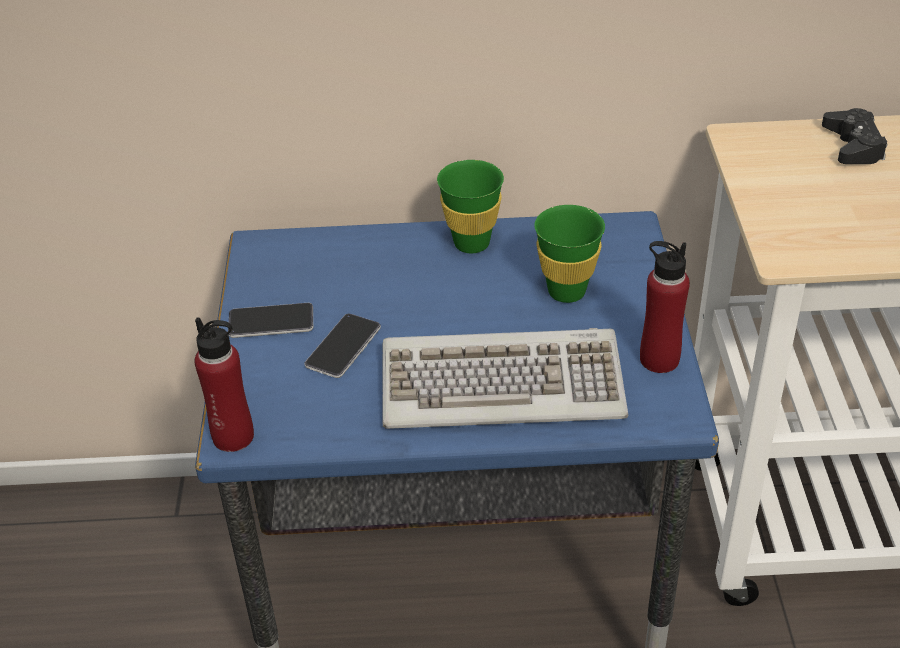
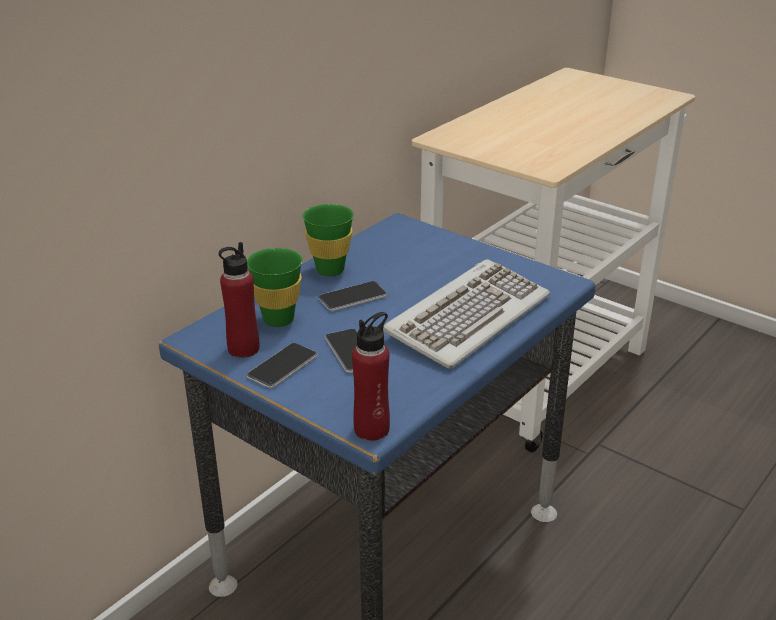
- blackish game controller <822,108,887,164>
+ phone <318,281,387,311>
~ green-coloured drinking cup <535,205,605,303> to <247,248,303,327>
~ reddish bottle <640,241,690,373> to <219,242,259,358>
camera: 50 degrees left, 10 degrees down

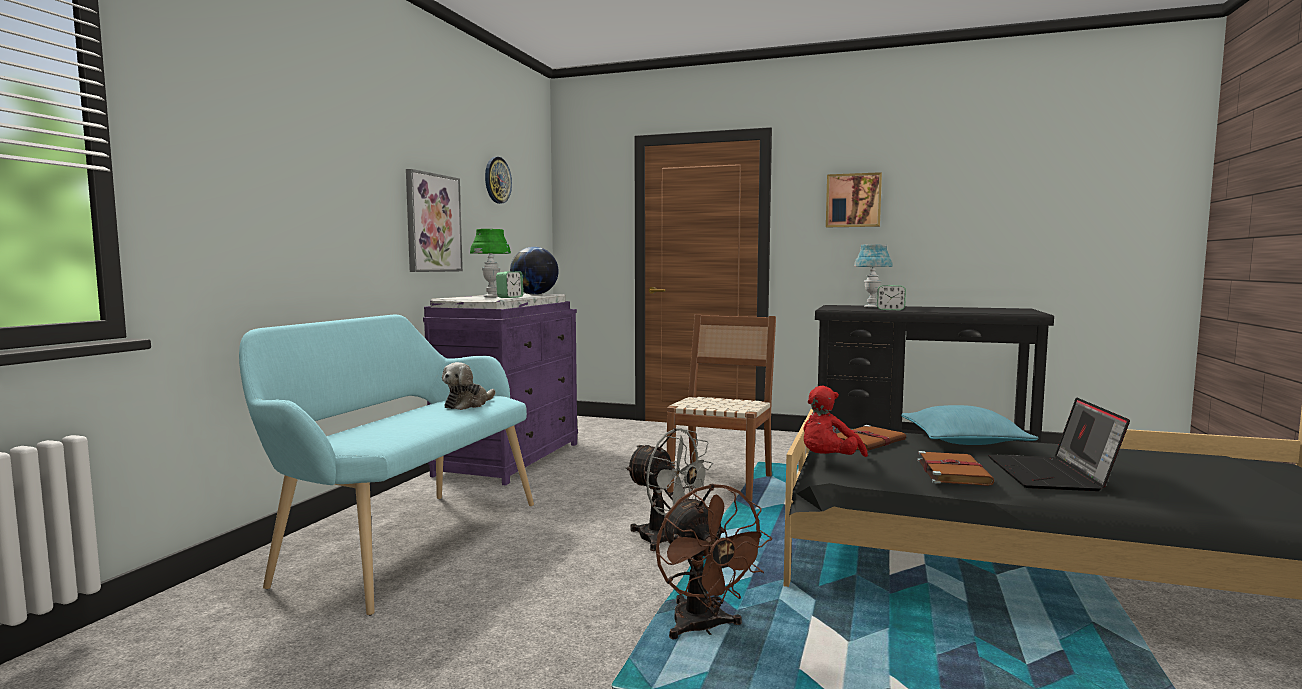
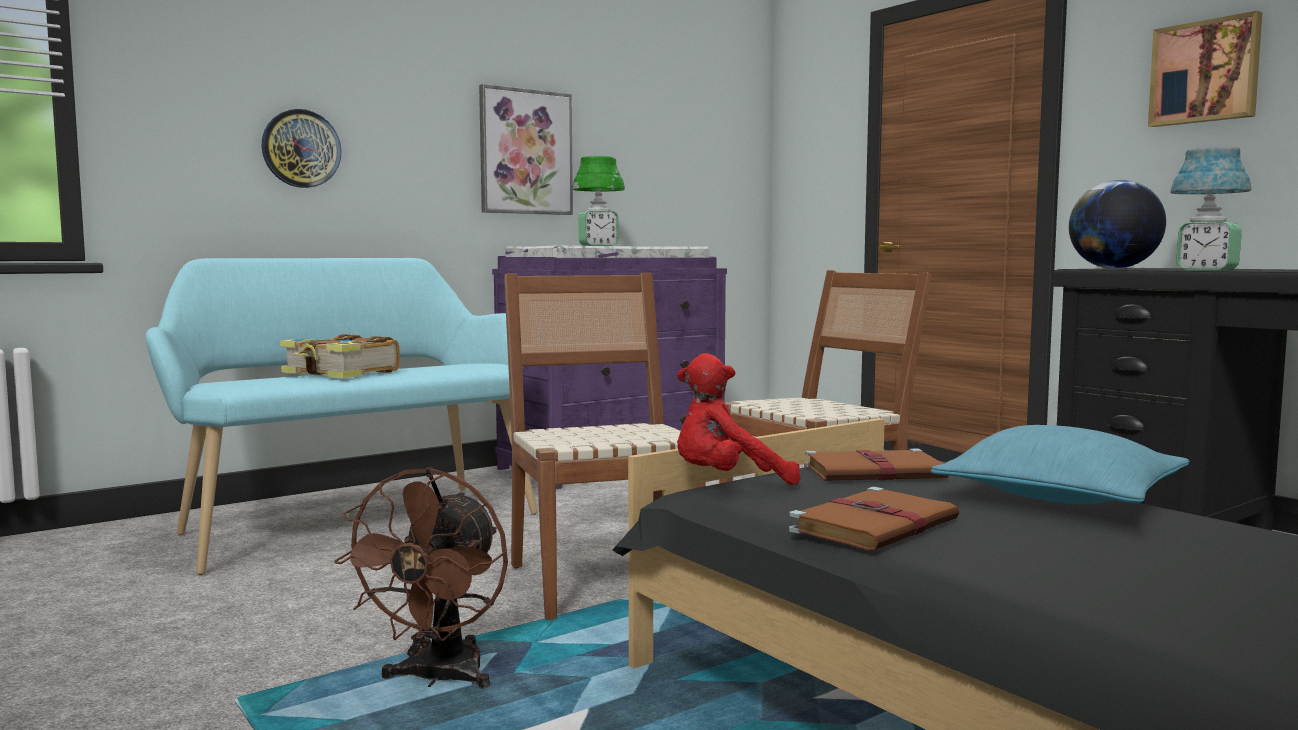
- cuddly toy <442,362,495,410>
- laptop <988,397,1130,491>
+ volume <280,334,400,379>
~ hanging clock <485,157,512,204> to <261,109,341,188>
~ globe <510,247,559,295> to <1069,180,1166,269>
~ greyish electric fan <625,428,713,551> to upright chair <504,273,706,620>
camera: 35 degrees right, 0 degrees up

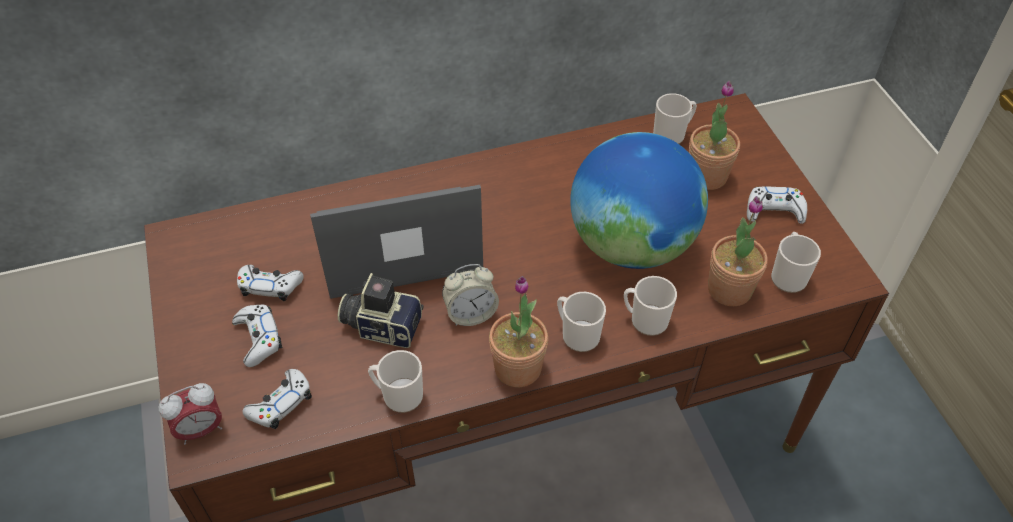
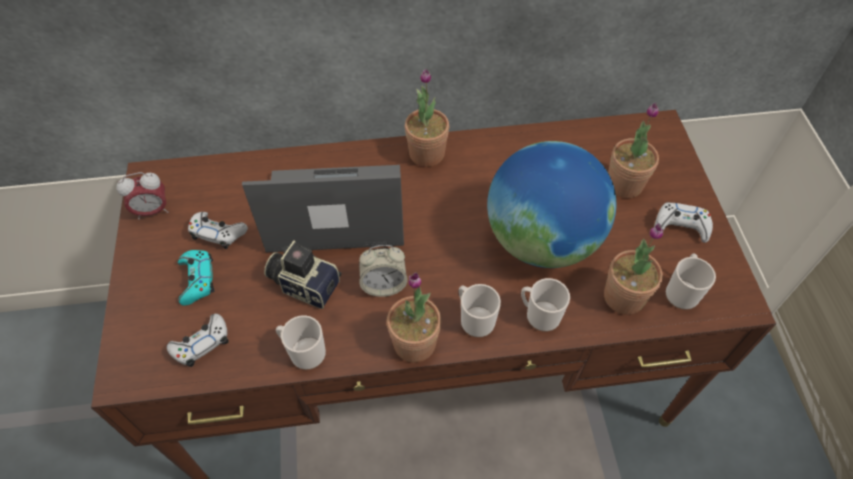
- mug <653,93,697,144>
+ potted plant <405,69,449,167>
~ bedside clock <158,383,222,445> to <116,172,168,220>
~ whitish game controller <232,305,282,367> to blue-green game controller <178,250,215,306>
camera: 10 degrees right, 5 degrees up

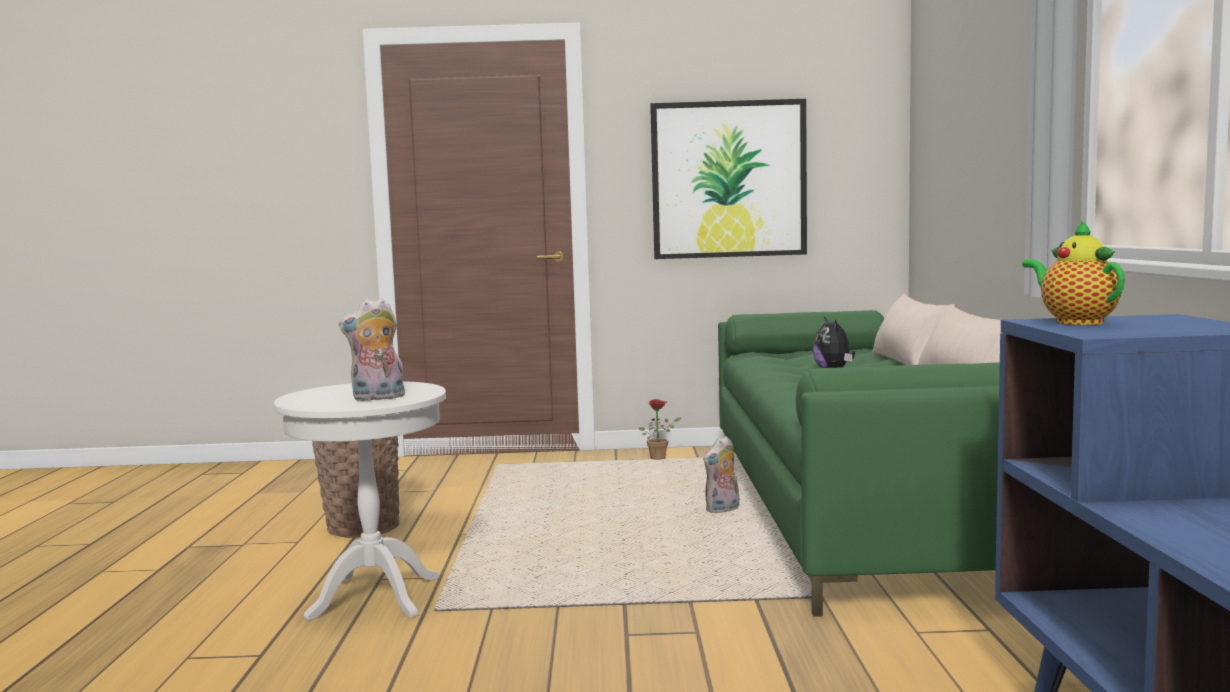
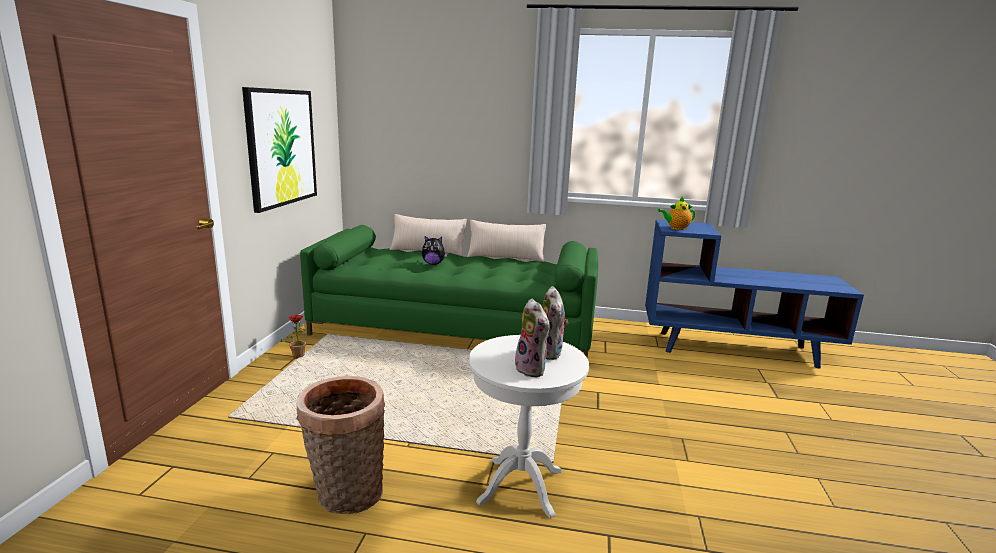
~ cuddly toy <703,436,739,513> to <515,299,550,377>
camera: 80 degrees left, 10 degrees up

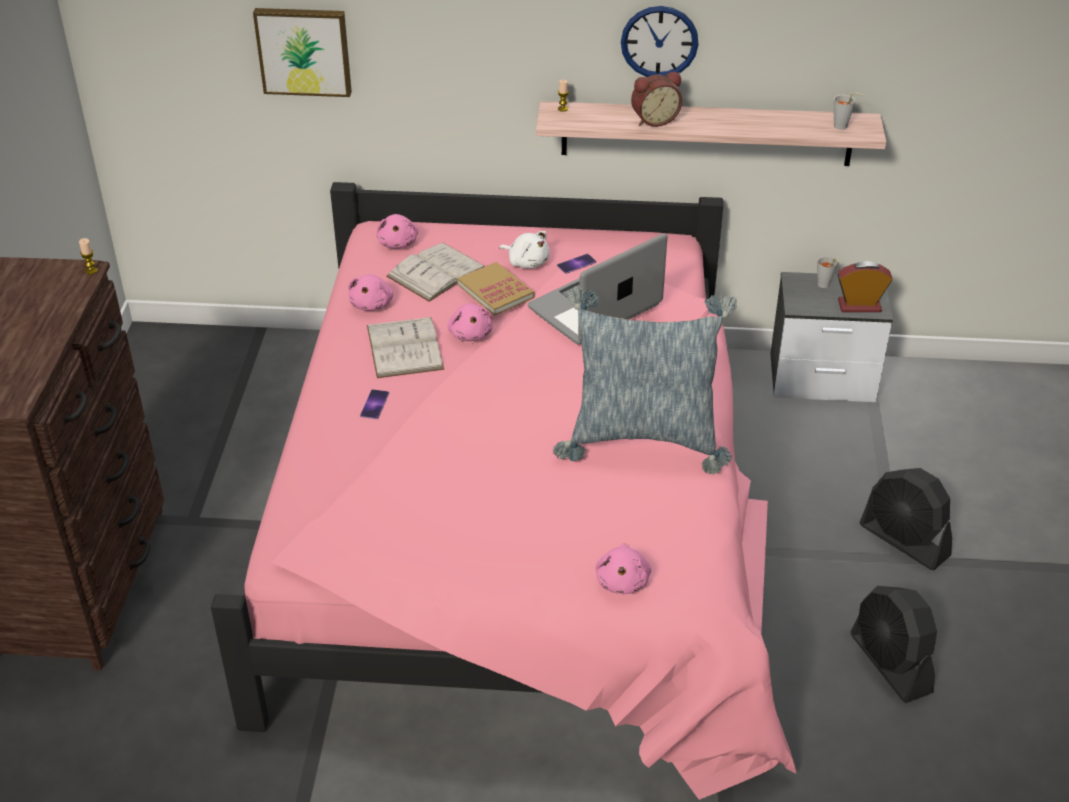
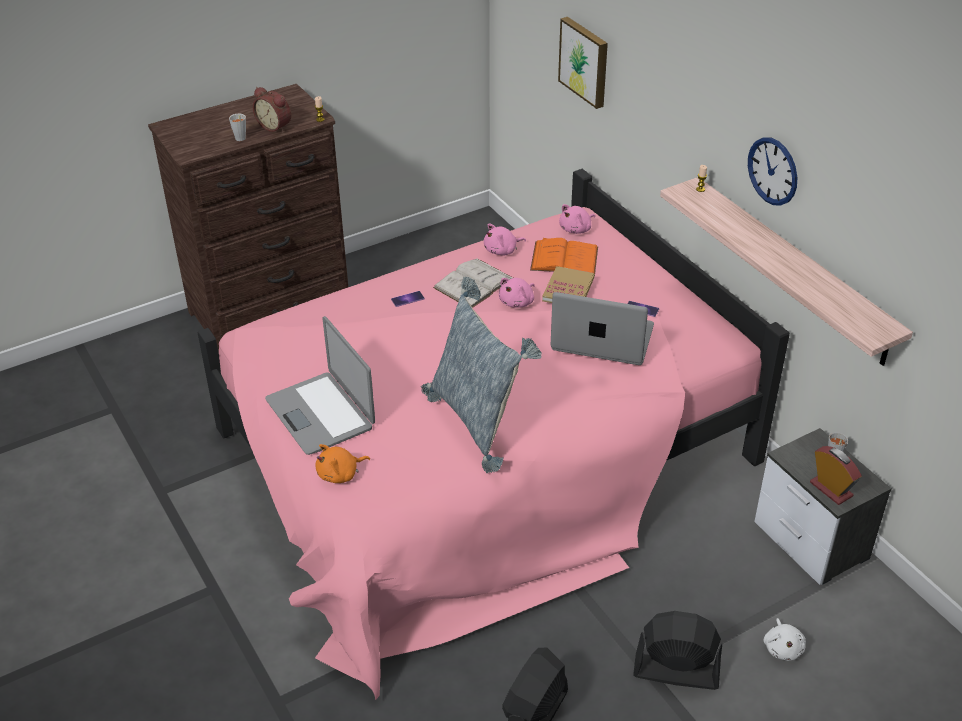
+ laptop <265,316,375,455>
~ whitish cuddly toy <499,231,549,269> to <763,618,806,661>
~ bedside clock <631,72,682,127> to <253,87,291,133>
~ greyish drinking cup <834,93,864,130> to <229,114,246,141>
~ whitish volume <386,243,485,302> to orange volume <530,238,598,276>
~ pink-coloured cuddly toy <595,543,651,594> to orange cuddly toy <316,444,370,483>
~ blackish electric fan <859,468,952,570> = <633,611,722,690> 90 degrees clockwise
camera: 55 degrees right, 0 degrees up

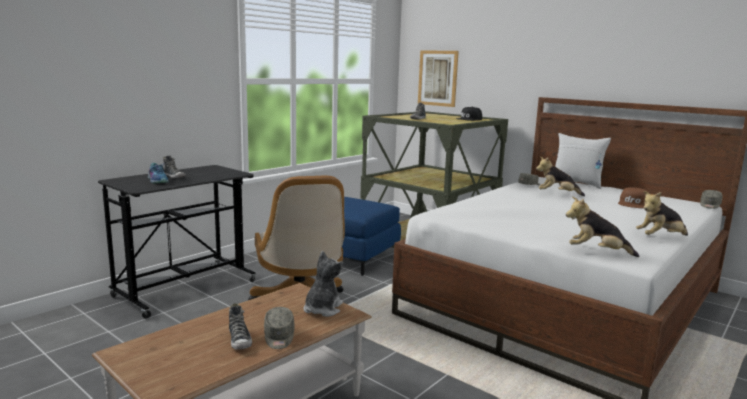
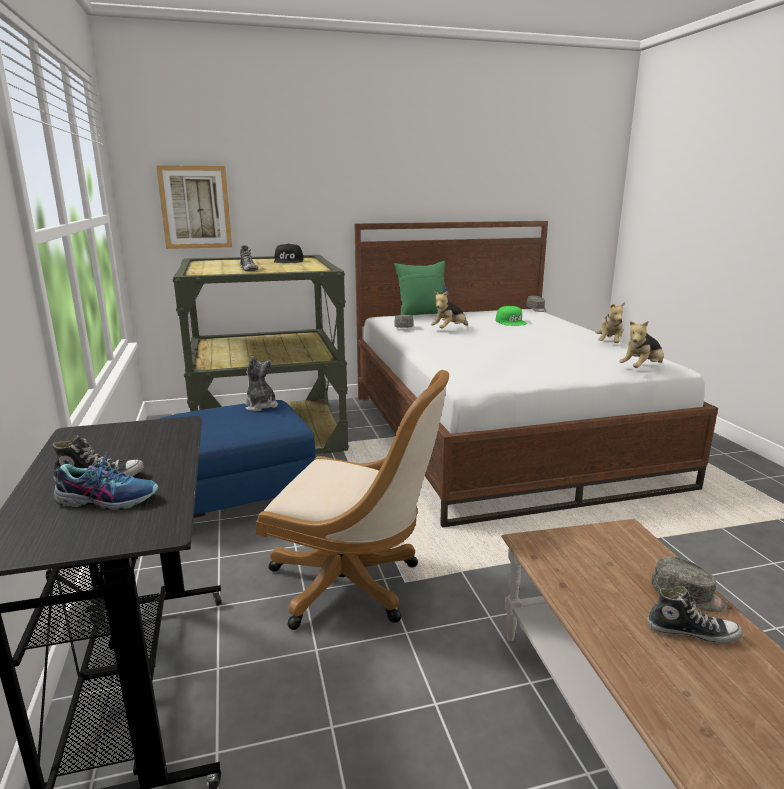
~ cuddly toy <303,251,344,317> to <243,356,278,412>
~ greyish cushion <555,133,611,189> to green-coloured cushion <394,261,449,316>
~ brown-coloured cap <618,187,649,208> to green-coloured cap <496,306,528,326>
camera: 55 degrees left, 5 degrees up

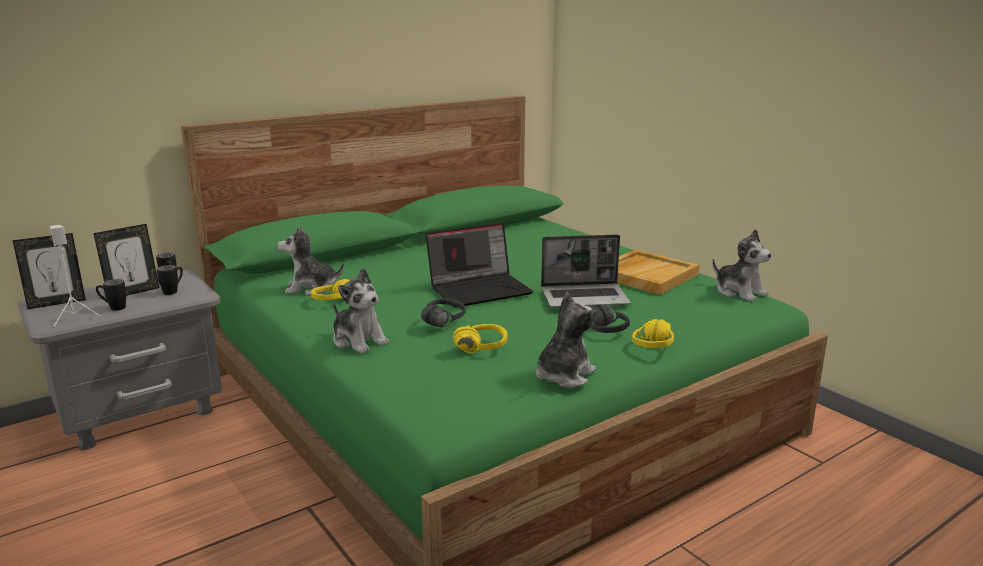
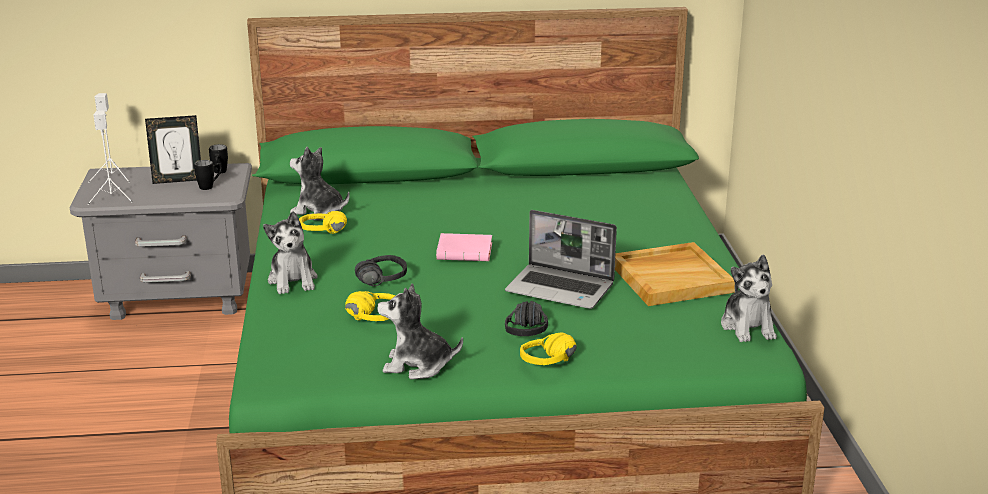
- blackish mug <96,279,126,311>
~ standing frame <13,233,86,309> to whitish speaker <88,93,130,183>
~ laptop <425,223,533,308> to pink-coloured volume <436,233,492,262>
~ cuddly toy <536,292,596,388> = <377,283,463,379> 150 degrees counterclockwise
camera: 30 degrees right, 5 degrees up

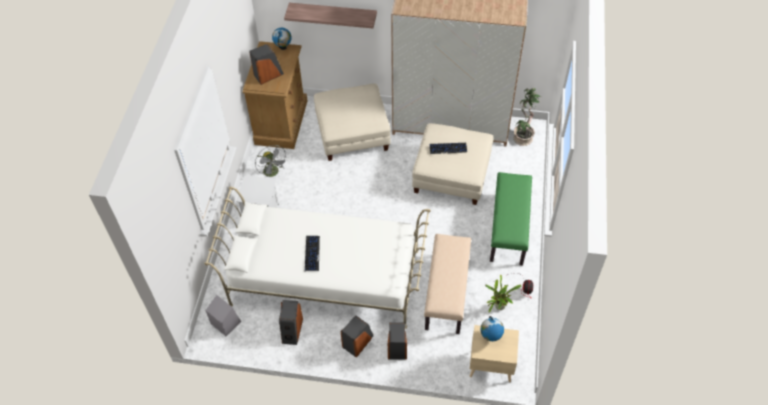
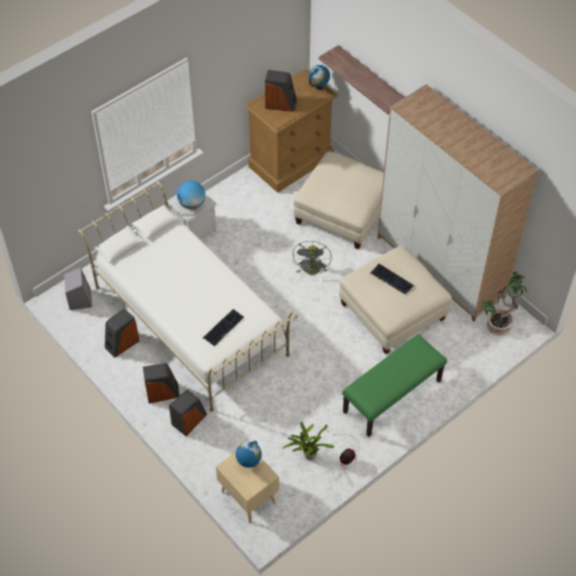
- beige indoor bench <424,234,471,334>
+ globe <177,181,206,209>
~ greyish electric fan <255,145,287,177> to <293,241,332,275>
~ computer keyboard <305,236,320,271> to <203,309,244,346>
camera: 40 degrees right, 0 degrees up

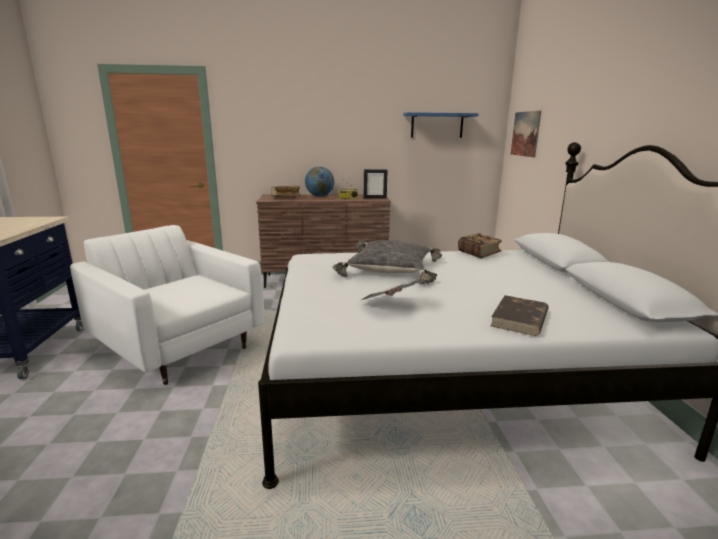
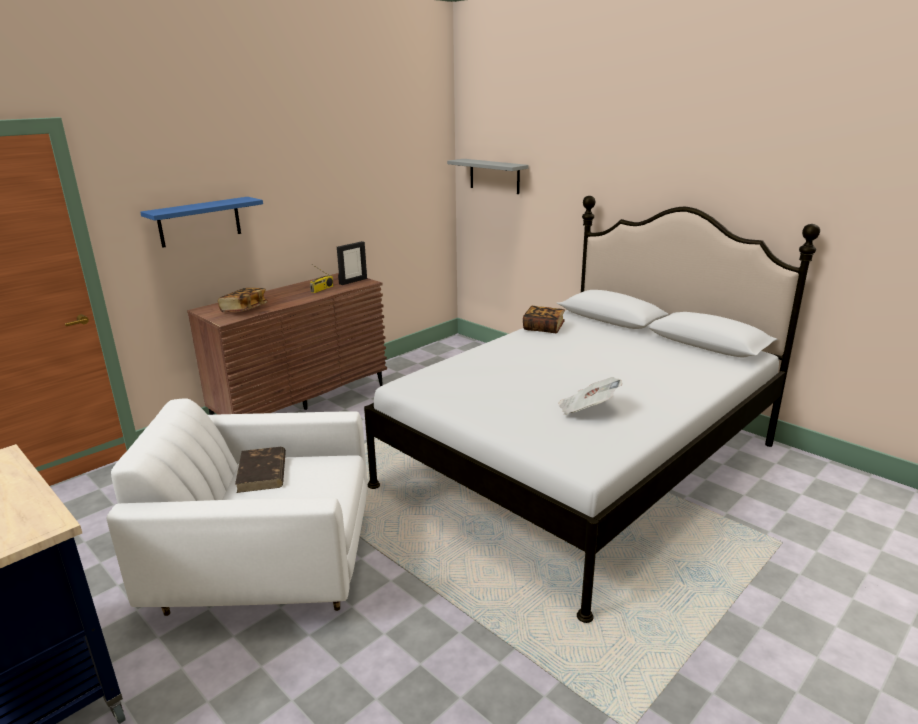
- globe <305,167,334,197>
- cushion <332,239,442,284>
~ blue shelf <403,112,479,138> to <140,197,263,248>
~ brown-coloured volume <490,295,549,336> to <235,447,286,493>
~ wall art <511,111,541,158> to greyish shelf <447,159,529,194>
camera: 40 degrees left, 5 degrees up

